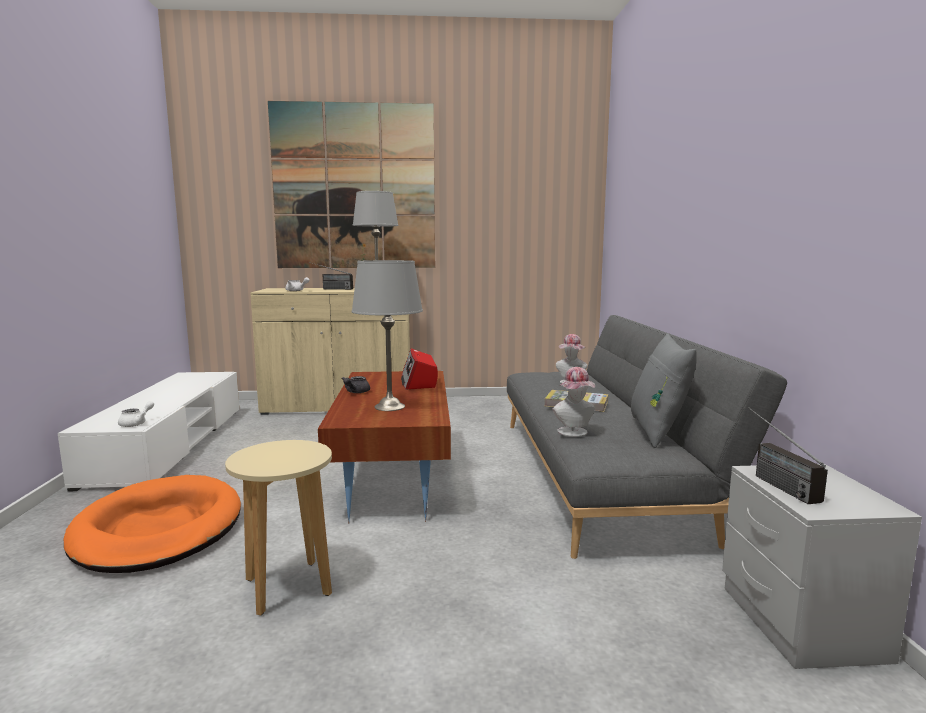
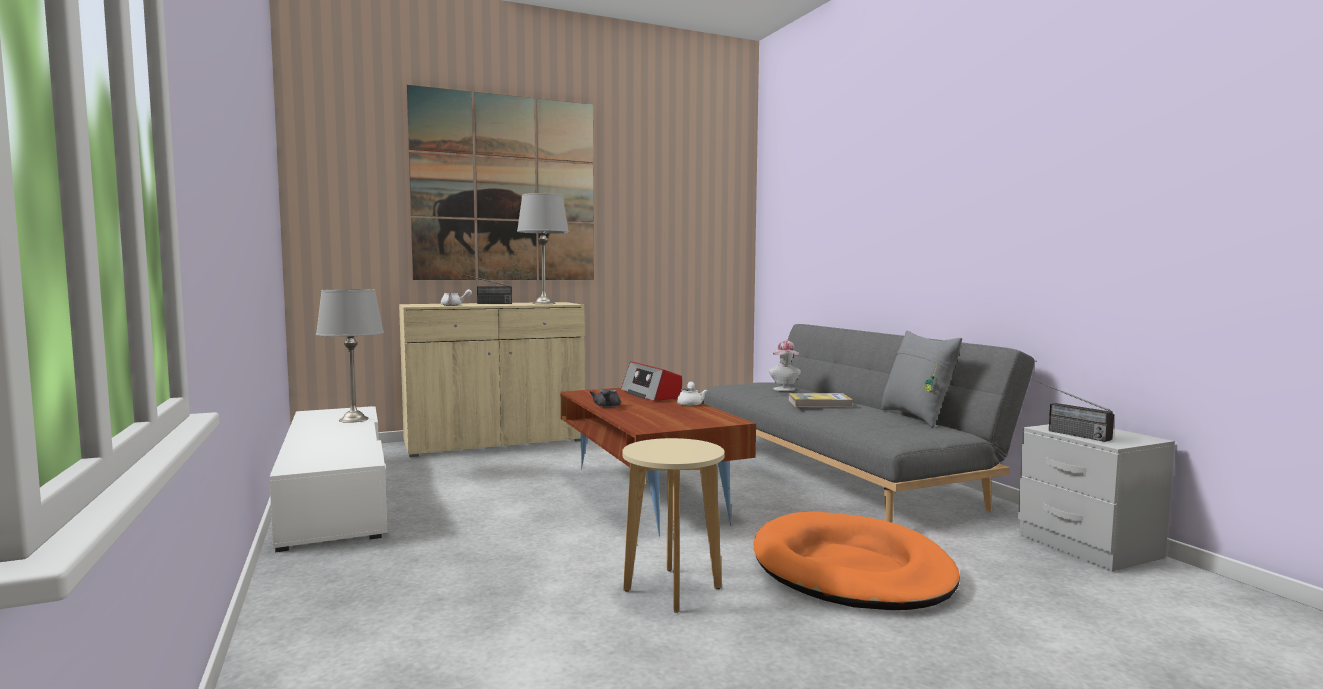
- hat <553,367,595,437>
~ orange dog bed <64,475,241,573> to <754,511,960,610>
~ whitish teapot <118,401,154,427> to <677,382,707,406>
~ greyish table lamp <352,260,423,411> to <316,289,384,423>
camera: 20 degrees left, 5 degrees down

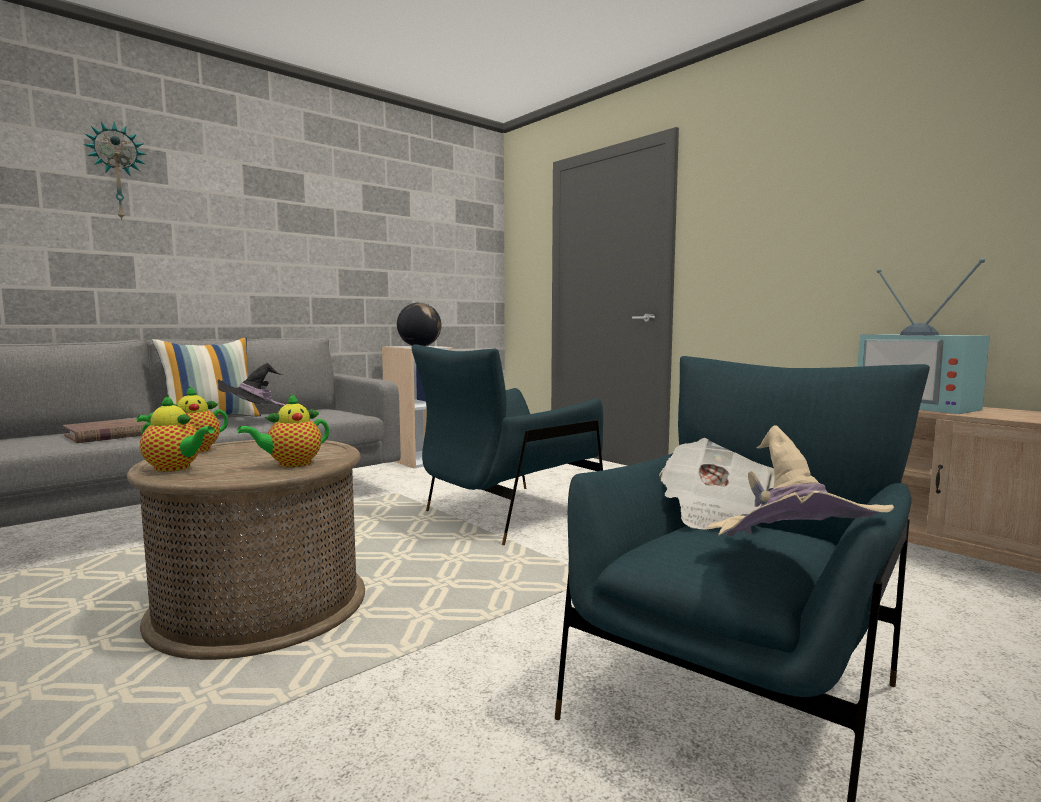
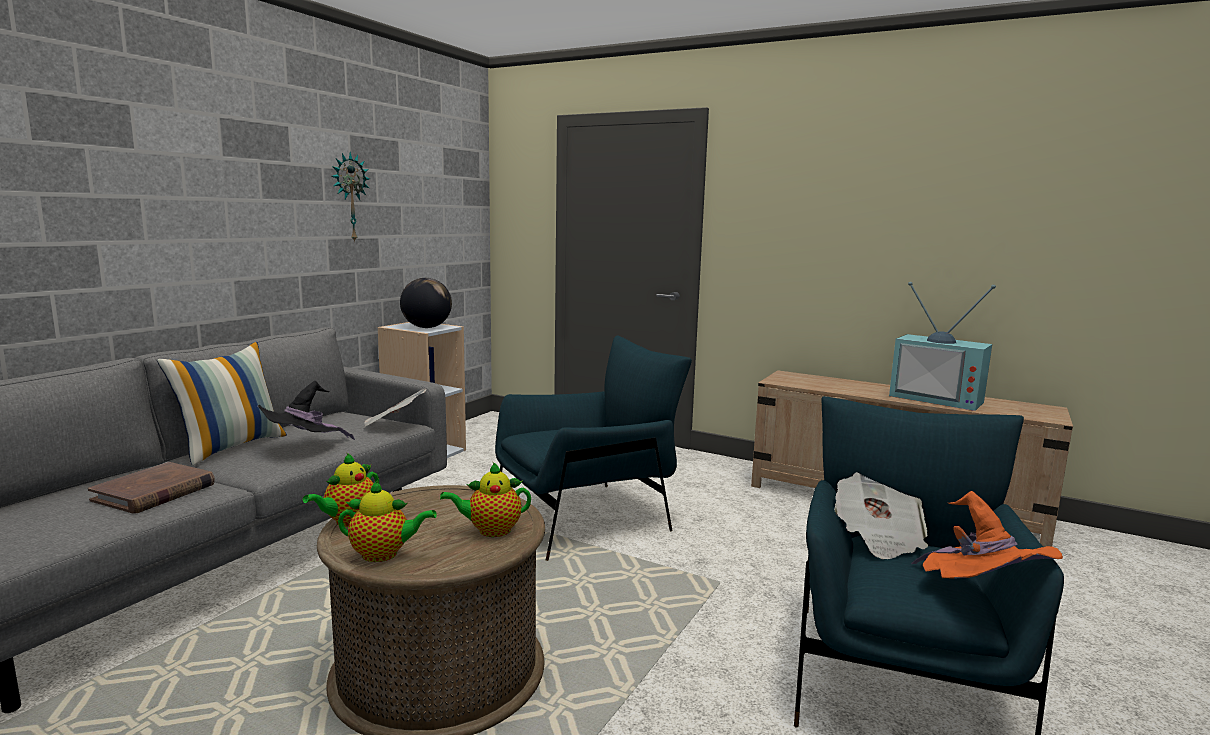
+ daily paper <364,389,426,427>
~ hanging clock <83,122,147,221> to <332,152,370,243>
~ beige hat <706,425,894,536> to orange hat <911,491,1063,578>
~ teapot <237,393,329,467> = <440,462,531,537> 45 degrees clockwise
~ blue armchair <412,344,603,545> = <495,335,692,561> 150 degrees counterclockwise
camera: 20 degrees left, 5 degrees up

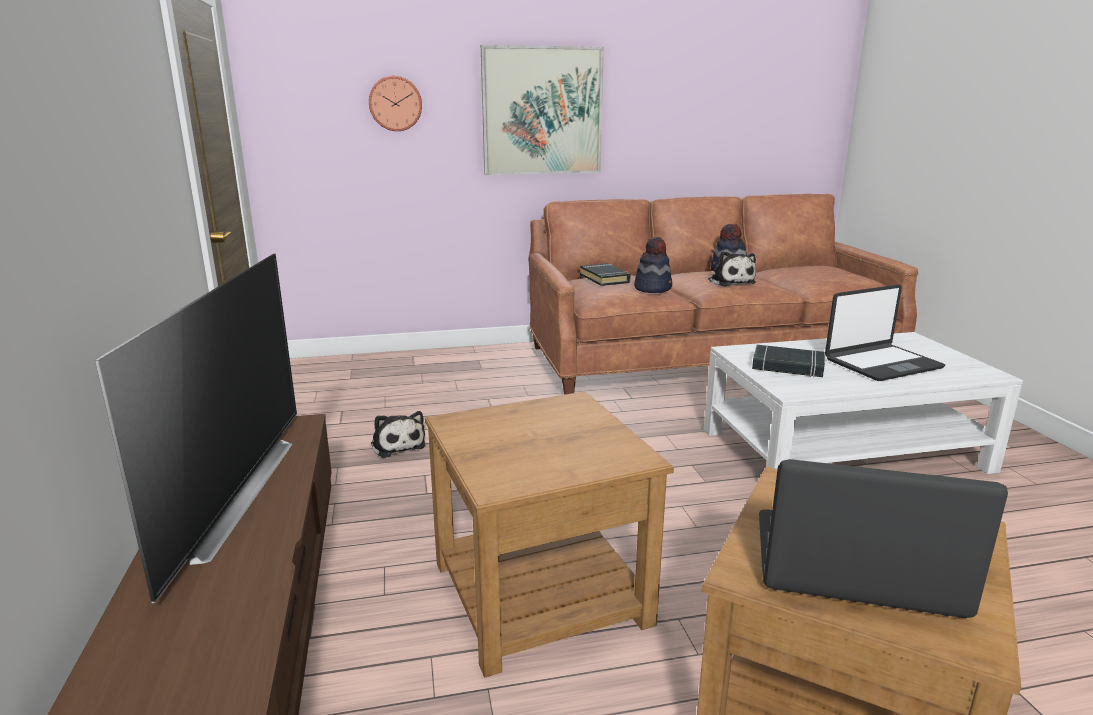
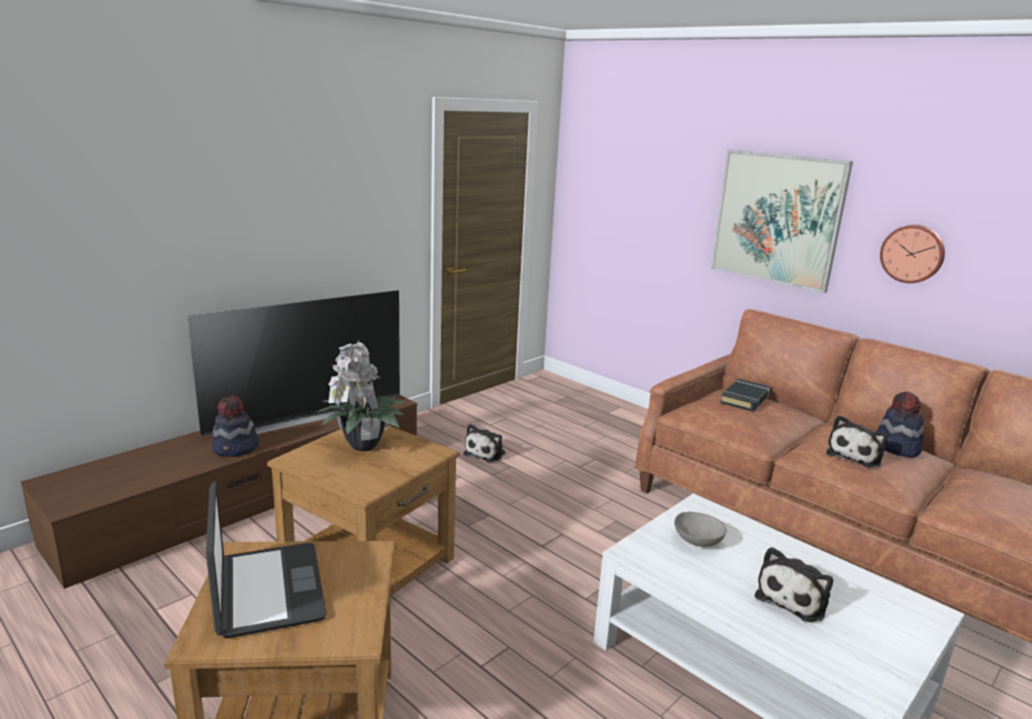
+ potted plant <316,341,404,451>
~ hanging clock <369,76,422,131> to <880,225,945,283>
~ hat <634,236,672,293> to <212,395,259,457>
~ blackish volume <752,345,825,377> to greyish serving bowl <674,512,727,547>
~ laptop <825,284,945,381> to cuddly toy <755,547,833,622>
camera: 55 degrees right, 0 degrees up

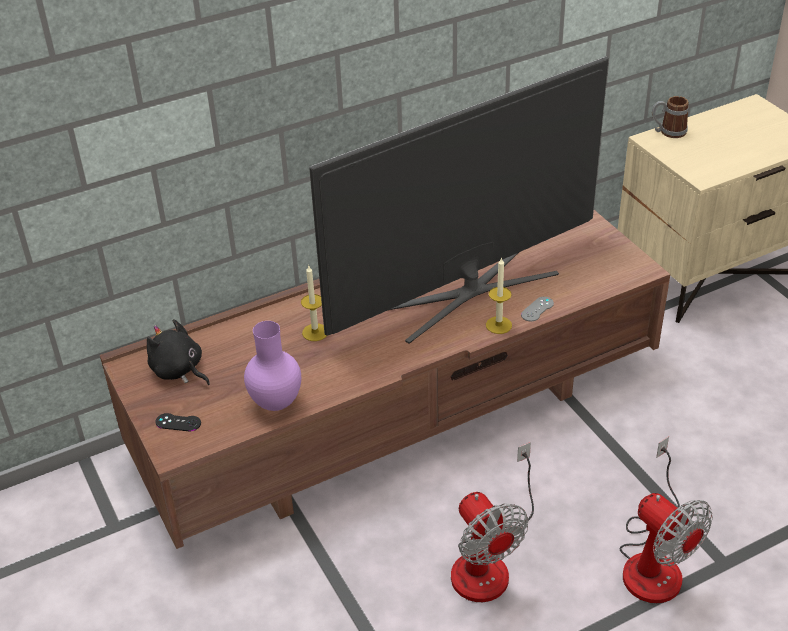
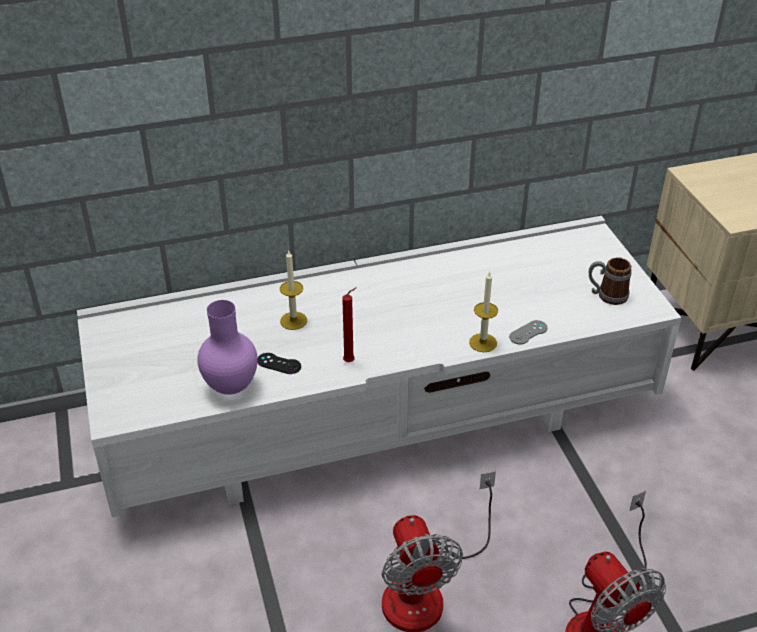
- blackish cuddly toy <147,319,210,385>
- TV <309,56,609,343>
+ reddish wax light <342,287,357,362>
~ blackish game controller <155,413,201,431> to <257,353,301,374>
~ mug <652,96,689,138> to <589,257,632,305>
~ brown-coloured media console <100,210,670,549> to whitish media console <77,216,681,517>
camera: 10 degrees right, 0 degrees up

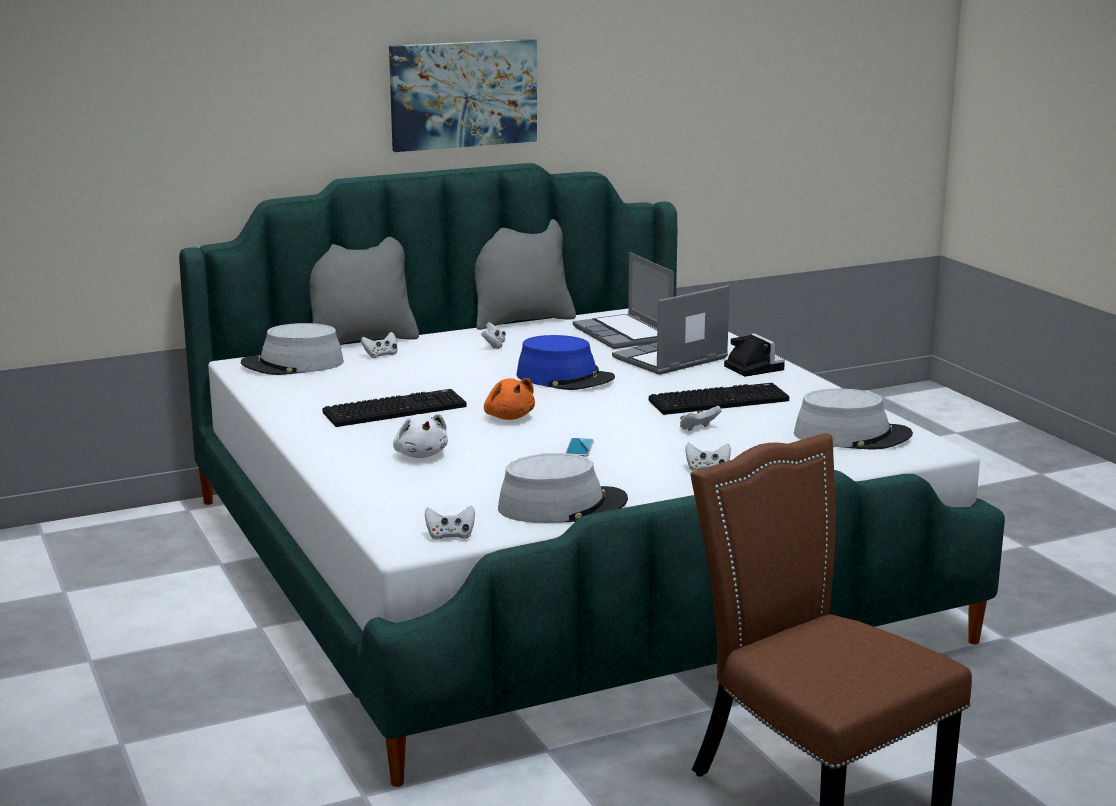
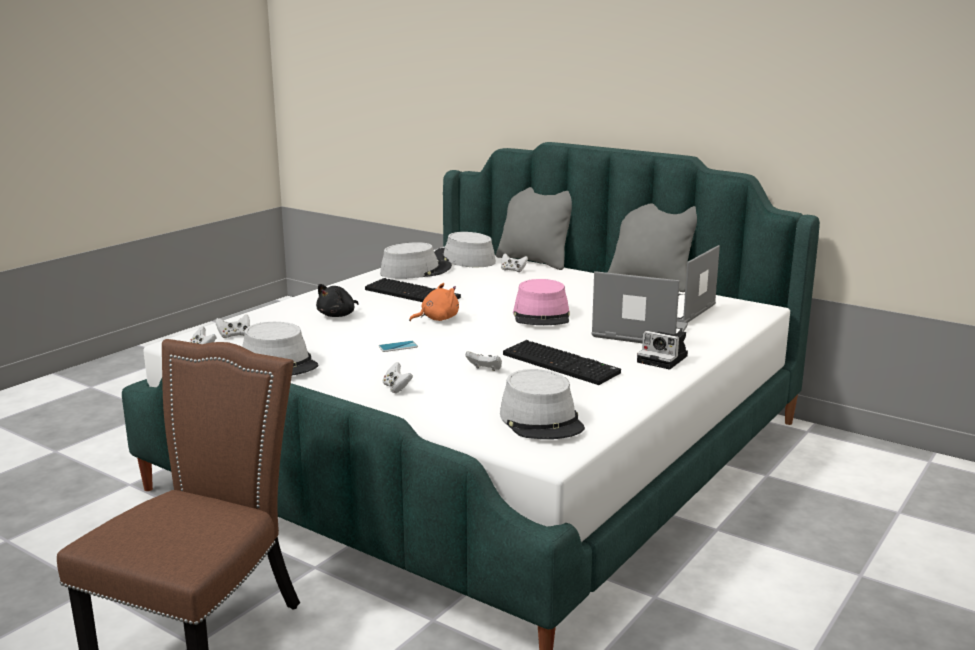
- wall art <389,39,537,152>
+ greyish hat <380,242,452,279>
~ whitish game controller <481,322,506,349> to <215,314,250,338>
~ whitish cuddly toy <393,414,448,458> to blackish cuddly toy <316,284,359,317>
~ blue hat <517,335,615,390> to pink-coloured hat <513,279,570,325>
~ orange cuddly toy <484,378,535,420> = <409,283,459,321> 150 degrees counterclockwise
~ photo camera <724,333,785,377> = <637,331,688,370> 90 degrees clockwise
camera: 60 degrees right, 0 degrees up

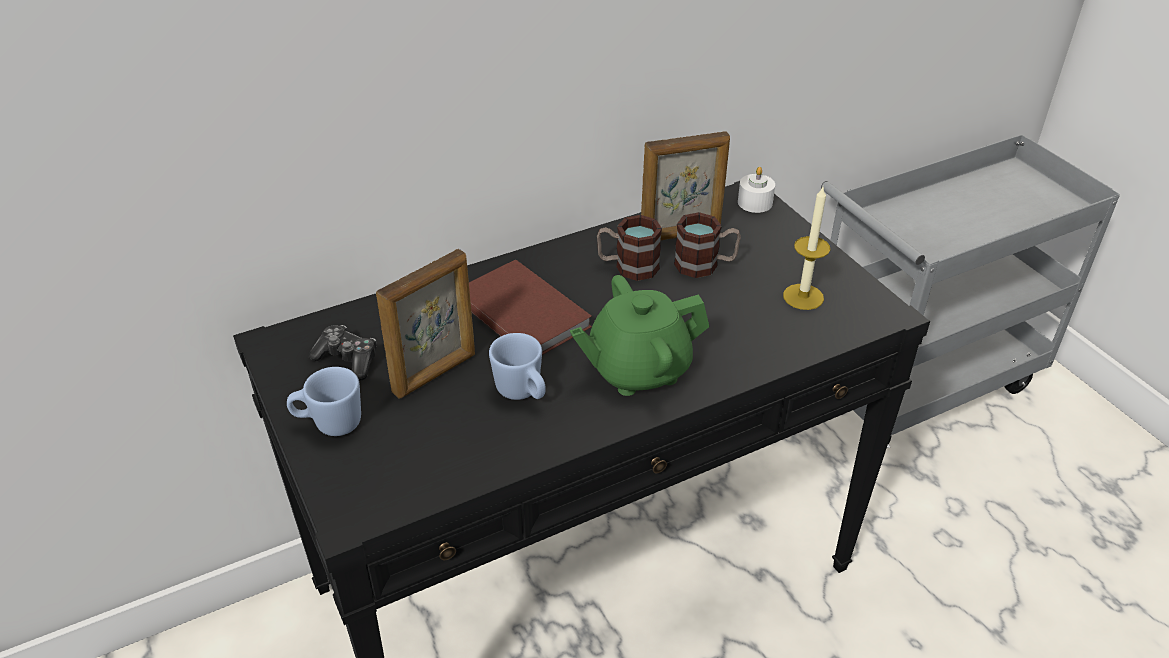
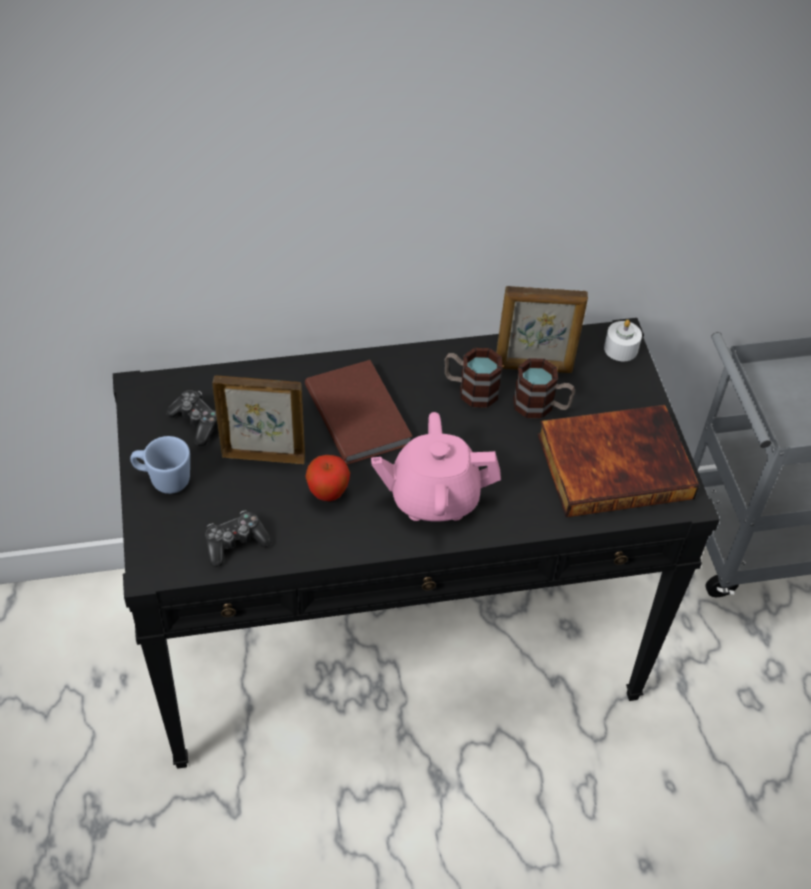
+ game controller <205,510,272,567>
~ blue mug <489,333,546,400> to apple fruit <305,455,350,501>
~ wax light <783,187,830,310> to volume <538,405,699,517>
~ green-coloured teapot <570,275,709,396> to pink-coloured teapot <371,412,501,522>
~ standing frame <376,249,475,399> = <212,376,305,464> 150 degrees counterclockwise
camera: 15 degrees right, 10 degrees up

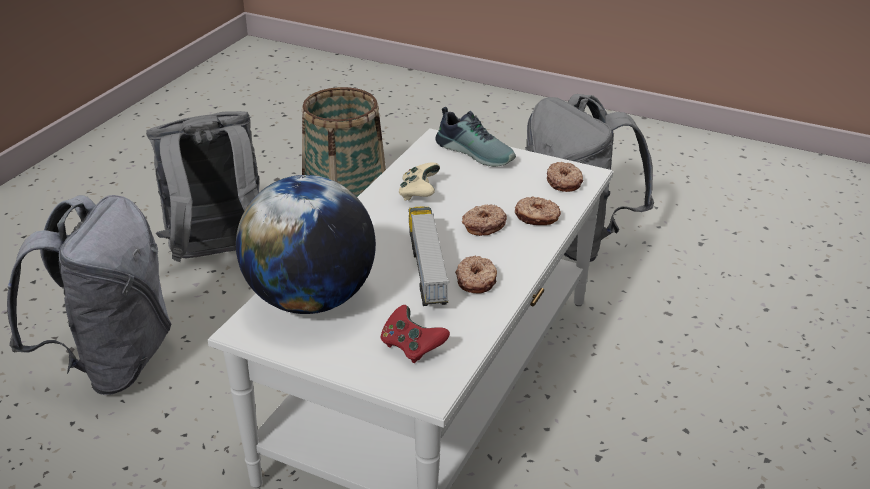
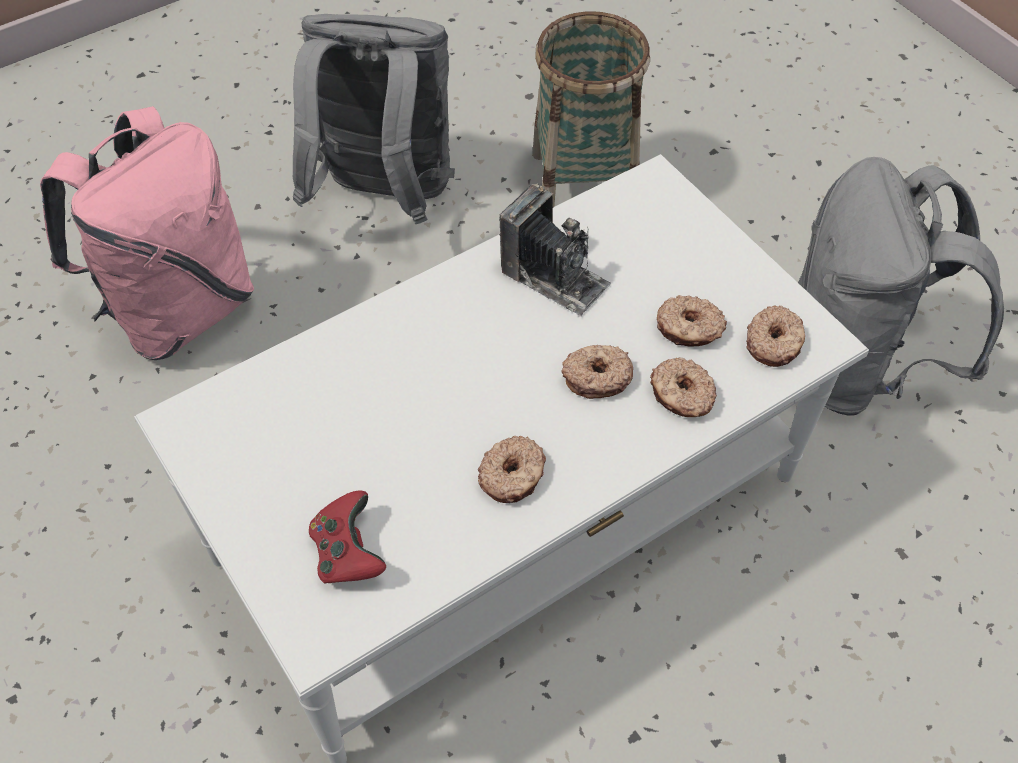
- globe <236,175,376,314>
- toy truck <408,206,449,306>
- low shoe <436,107,516,167>
+ doughnut <657,295,727,347>
~ beige game controller <399,162,440,201> to photo camera <499,184,611,317>
~ greyish rucksack <7,195,171,395> to pink-coloured rucksack <40,106,254,360>
camera: 30 degrees right, 20 degrees up

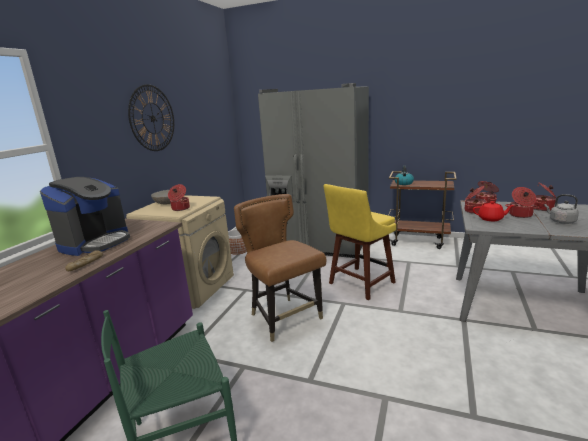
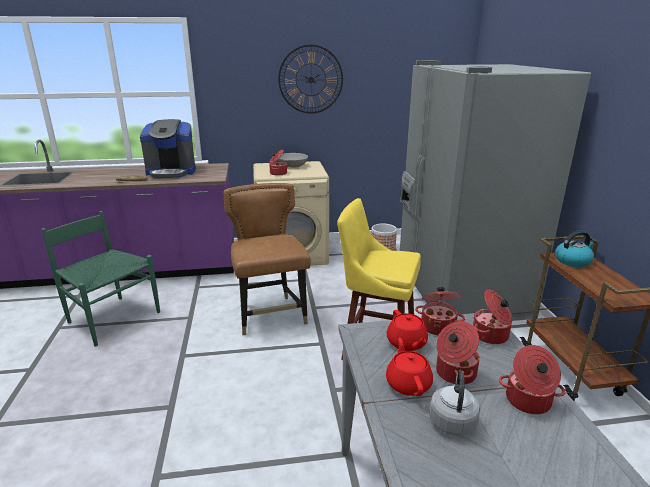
+ reddish teapot <386,338,433,396>
~ brown-coloured upright chair <234,194,326,342> = <224,183,311,335> 45 degrees counterclockwise
camera: 60 degrees right, 5 degrees up

